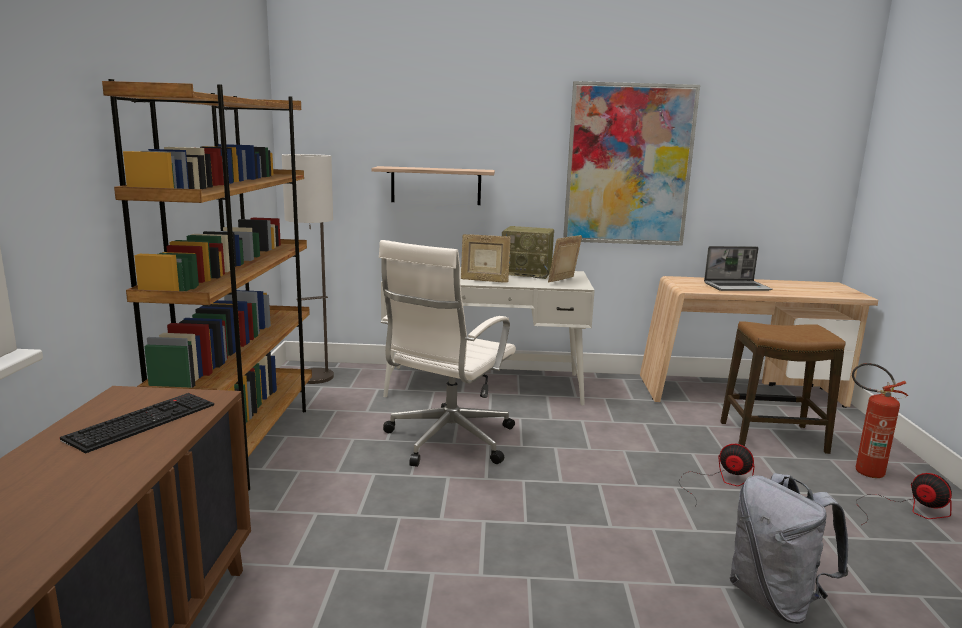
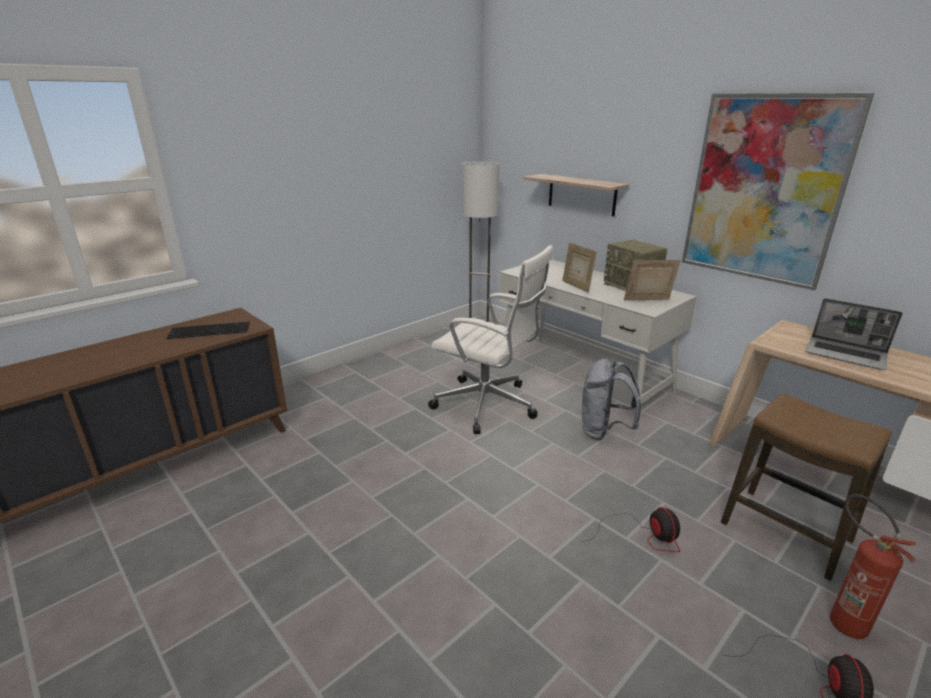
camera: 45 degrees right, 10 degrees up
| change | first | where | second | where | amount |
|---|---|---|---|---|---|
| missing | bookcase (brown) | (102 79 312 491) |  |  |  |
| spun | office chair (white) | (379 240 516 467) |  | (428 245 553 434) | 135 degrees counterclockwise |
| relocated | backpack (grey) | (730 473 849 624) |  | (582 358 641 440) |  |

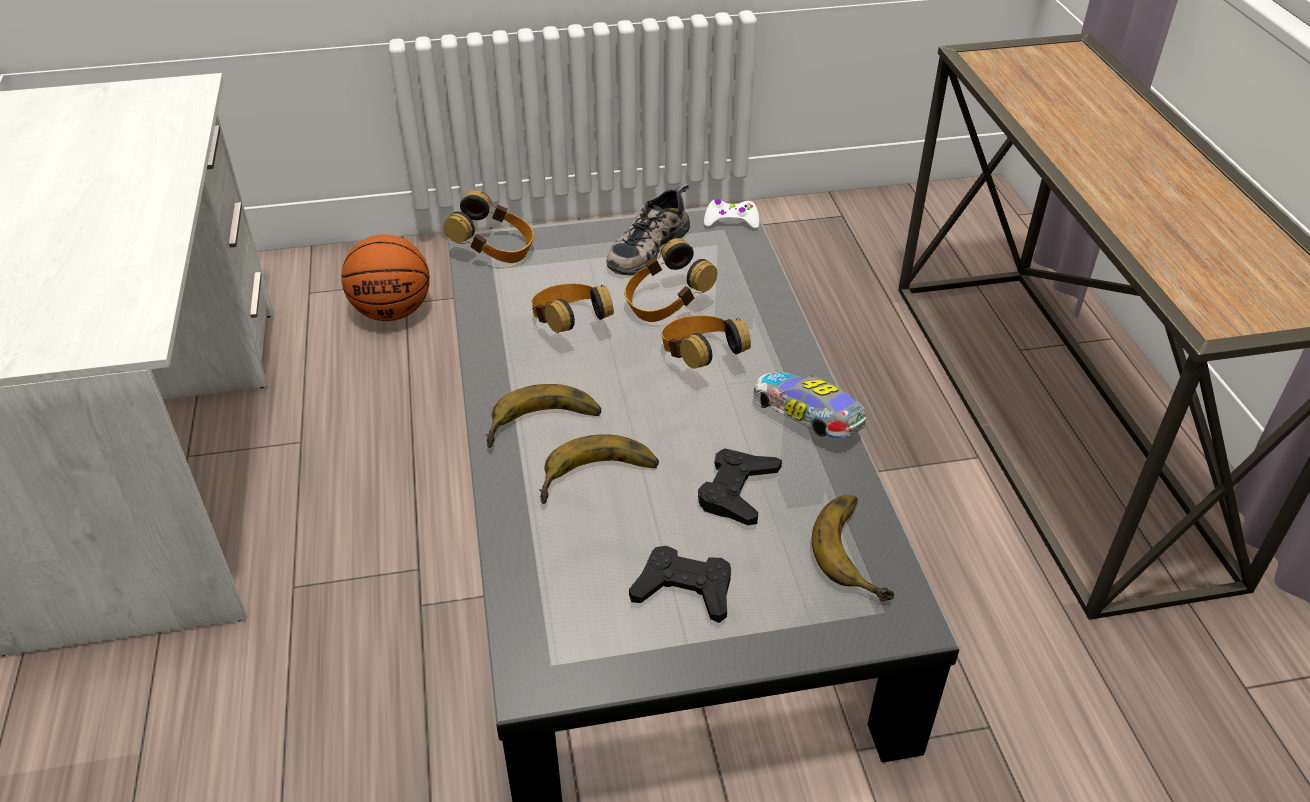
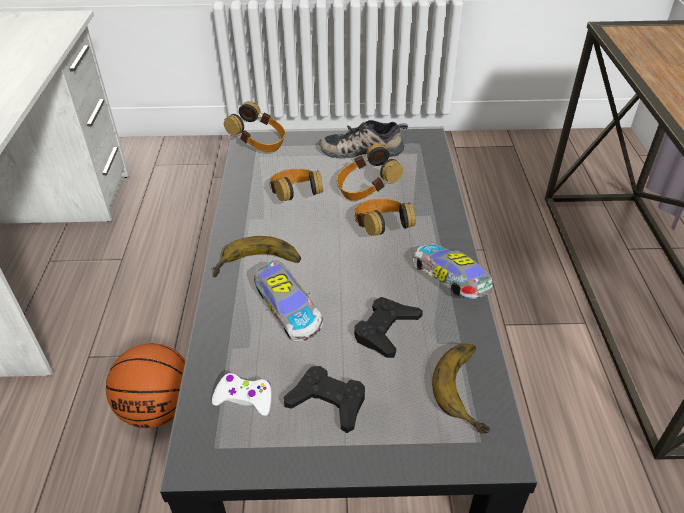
camera: 10 degrees right, 0 degrees up
| change | first | where | second | where | amount |
|---|---|---|---|---|---|
| spun | shoe | (606 184 690 275) |  | (320 120 408 158) | 45 degrees clockwise |
| relocated | game controller (white) | (704 199 759 229) |  | (212 373 272 416) |  |
| relocated | basketball | (341 235 430 321) |  | (106 343 185 428) |  |
| exchanged | banana | (539 434 659 504) | toy car | (254 261 323 341) |  |

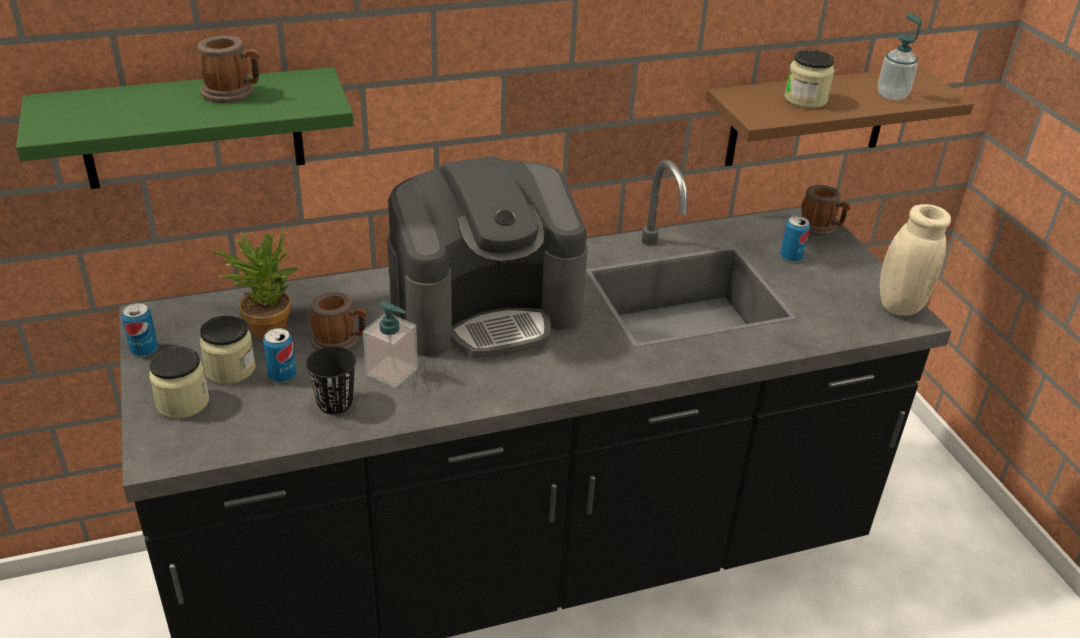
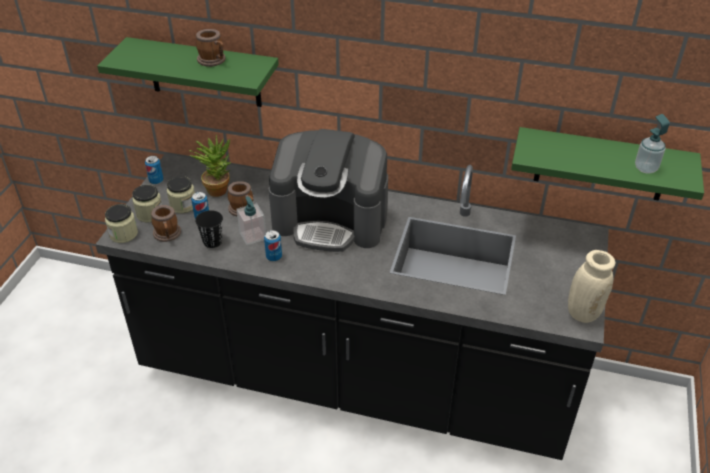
camera: 35 degrees right, 5 degrees up
| change | first | where | second | where | amount |
|---|---|---|---|---|---|
| relocated | jar | (785 49 834 108) |  | (105 204 138 243) |  |
| colour | shelf (brown) | (706 67 974 166) | shelf (green) | (511 127 704 201) |  |
| relocated | mug | (800 185 851 236) |  | (151 205 181 242) |  |
| relocated | can | (780 216 810 262) |  | (264 230 282 261) |  |

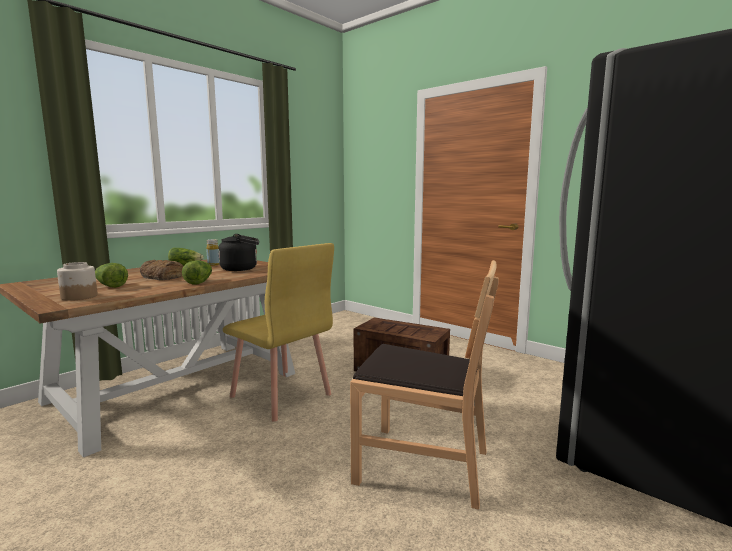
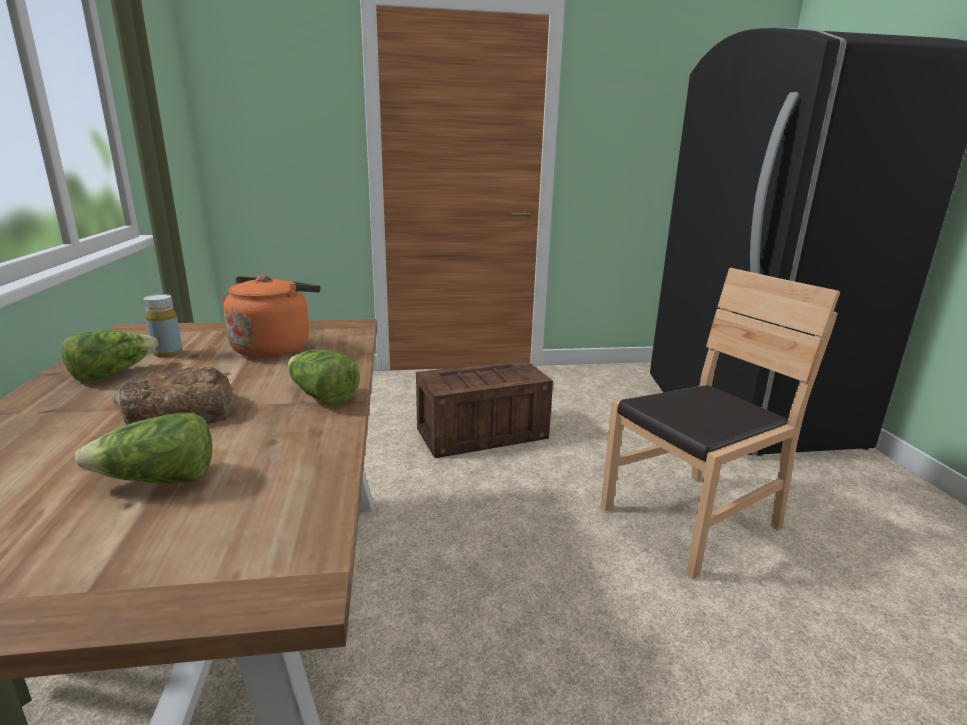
camera: 50 degrees left, 10 degrees up
| change | first | where | second | where | amount |
|---|---|---|---|---|---|
| colour | kettle (black) | (218 234 259 271) | kettle (orange) | (221 275 320 358) |  |
| missing | chair (yellow) | (223 243 334 422) |  |  |  |
| missing | jar | (57 262 98 301) |  |  |  |

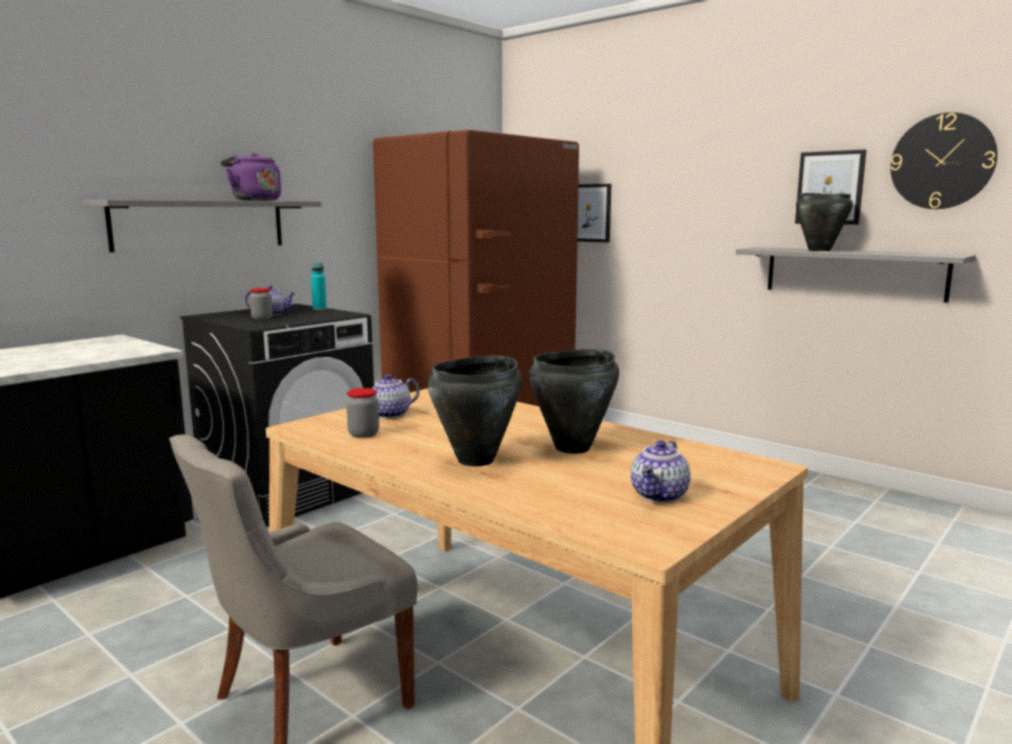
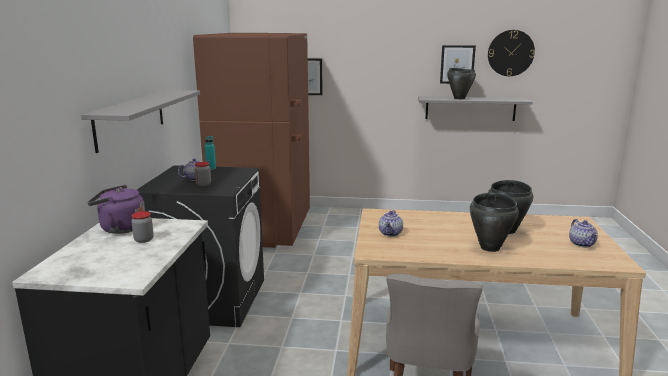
camera: 35 degrees left, 5 degrees up
| change | first | where | second | where | amount |
|---|---|---|---|---|---|
| relocated | kettle (purple) | (220 153 281 201) |  | (87 185 145 234) |  |
| relocated | jar | (346 388 379 438) |  | (131 211 154 243) |  |

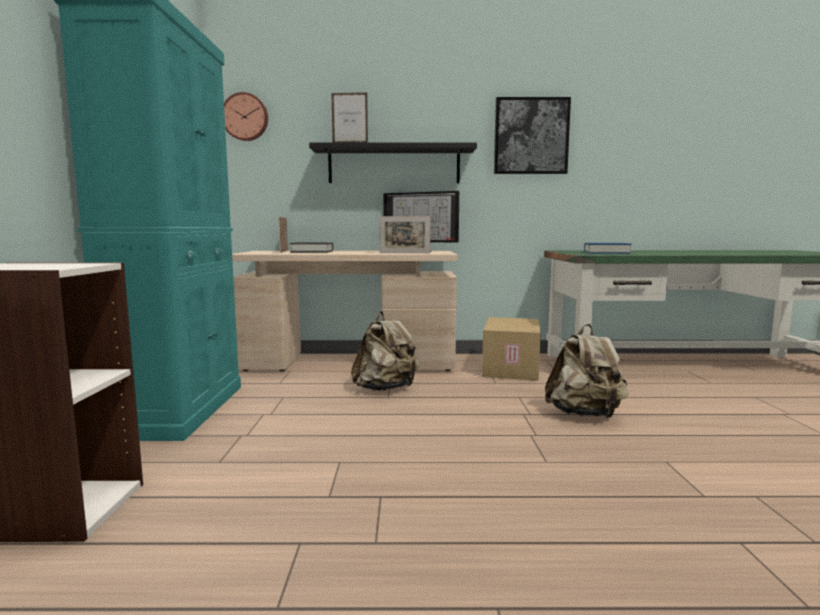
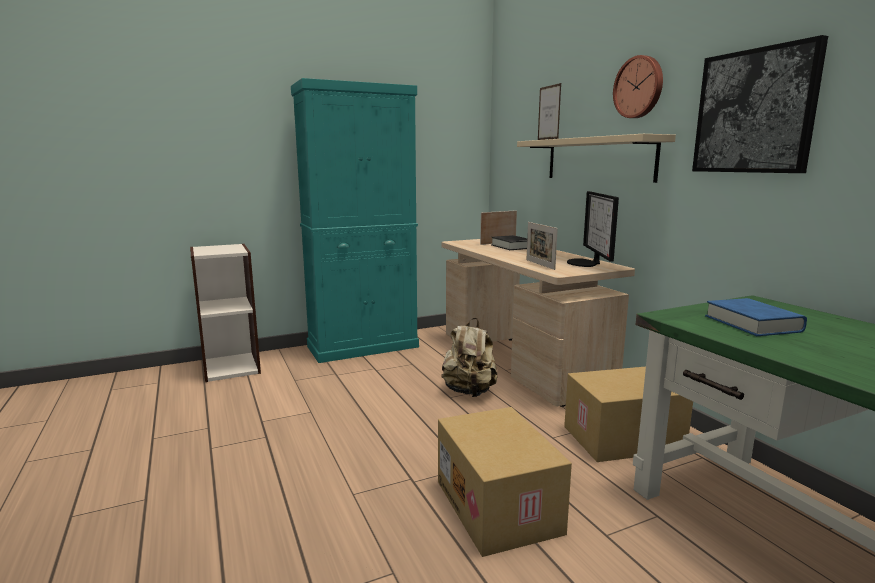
camera: 65 degrees right, 5 degrees up
| change | first | where | second | where | amount |
|---|---|---|---|---|---|
| relocated | wall clock | (224 92 268 141) |  | (613 55 663 118) |  |
| colour | shelf (black) | (309 142 477 183) | shelf (beige) | (517 134 676 183) |  |
| exchanged | backpack (beige) | (545 324 629 418) | cardboard box | (438 407 572 557) |  |

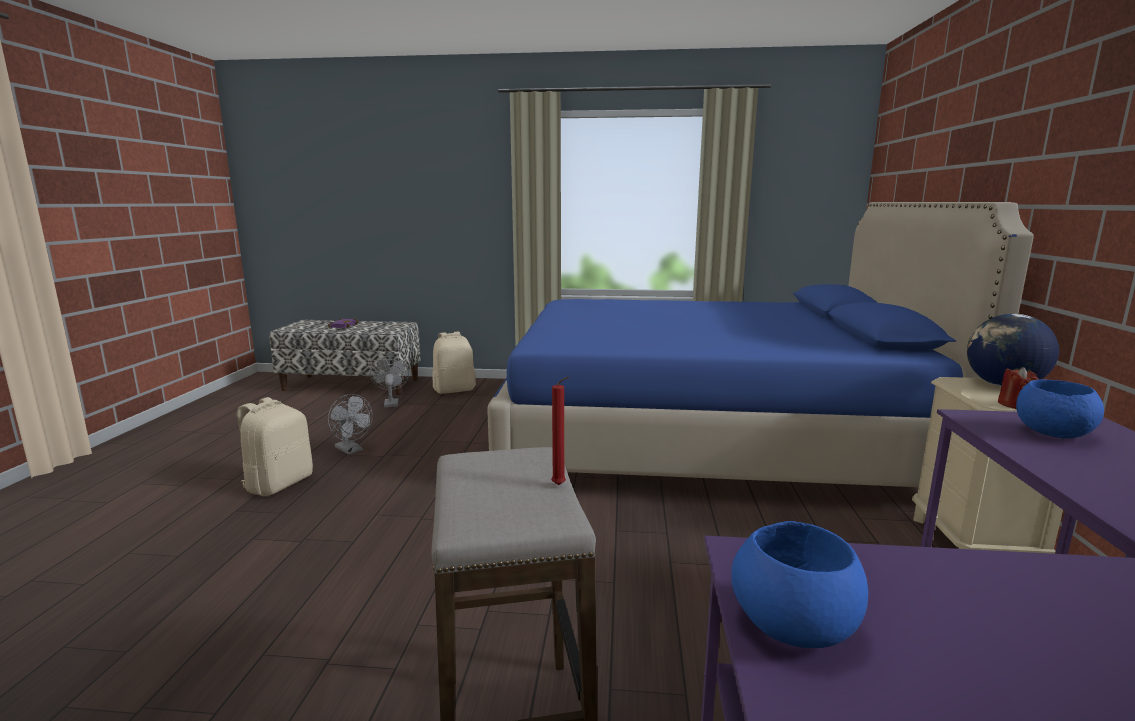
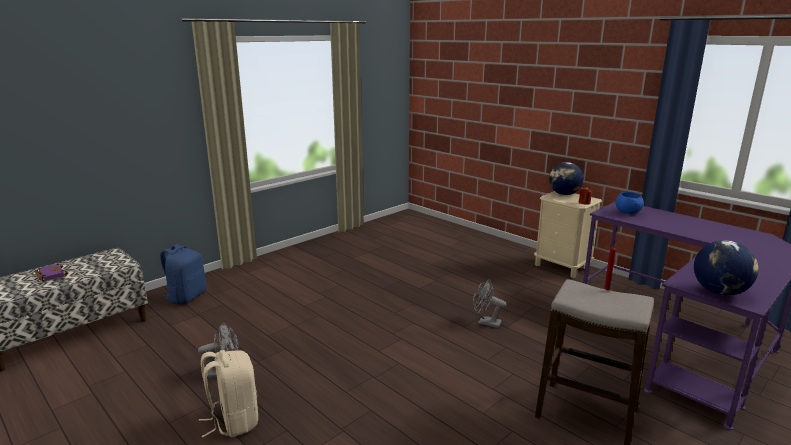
camera: 50 degrees left, 5 degrees up
| change | first | where | second | where | amount |
|---|---|---|---|---|---|
| missing | bed (blue) | (487 202 1034 487) |  |  |  |
| colour | backpack (beige) | (433 332 476 394) | backpack (blue) | (160 244 206 305) |  |
| relocated | fan (grey) | (370 356 409 407) |  | (473 280 506 328) |  |
| exchanged | bowl (blue) | (731 521 868 648) | globe | (694 240 758 296) |  |

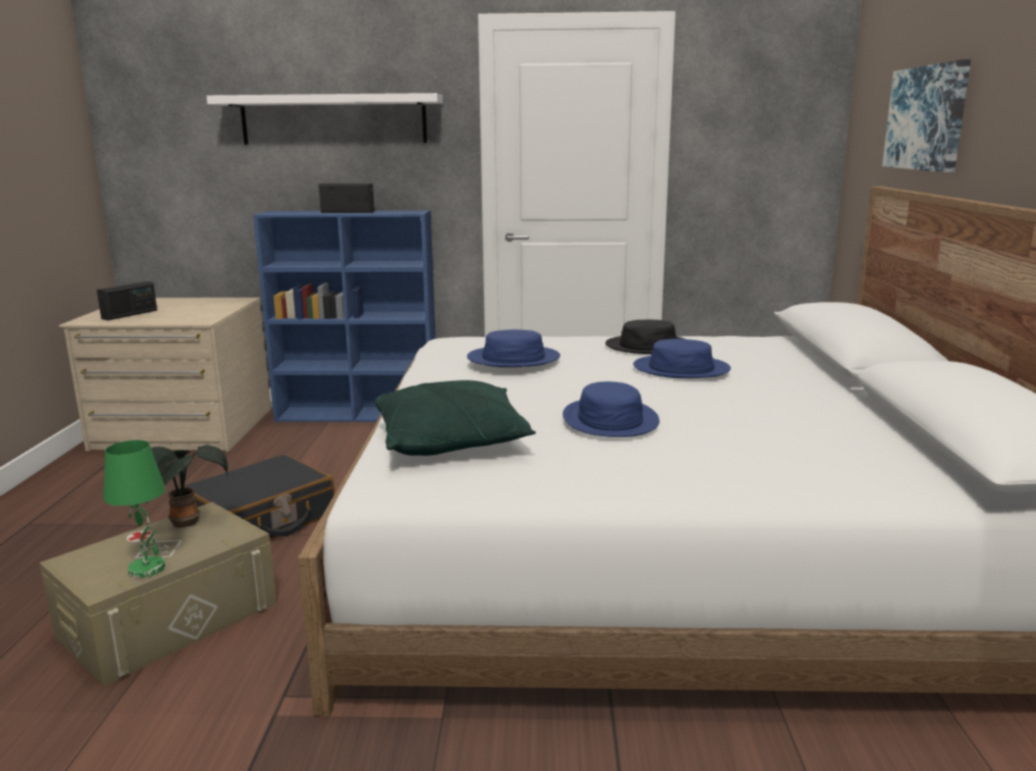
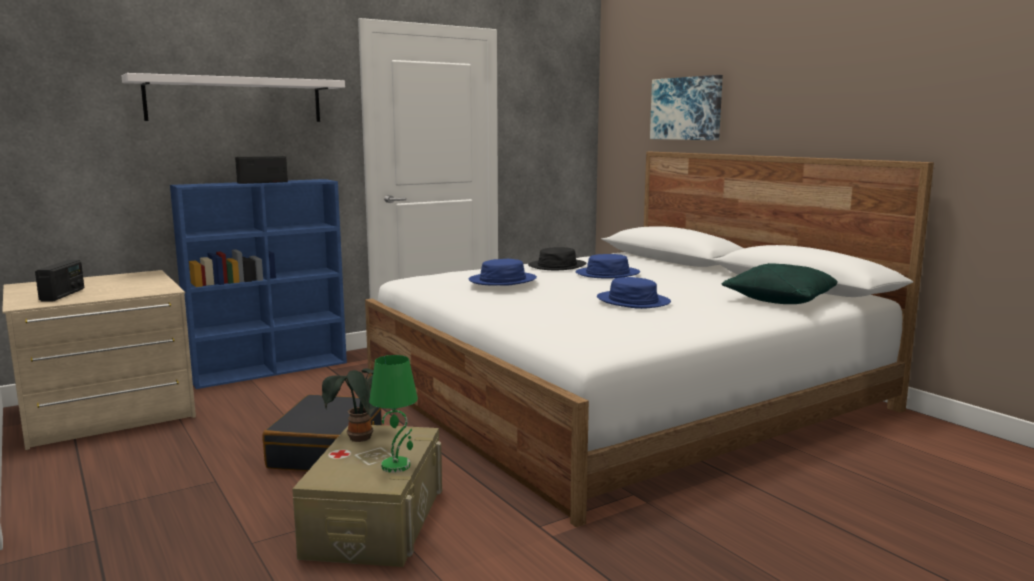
camera: 35 degrees left, 5 degrees down
| change | first | where | second | where | amount |
|---|---|---|---|---|---|
| relocated | pillow (green) | (374 380 536 456) |  | (722 263 838 304) |  |

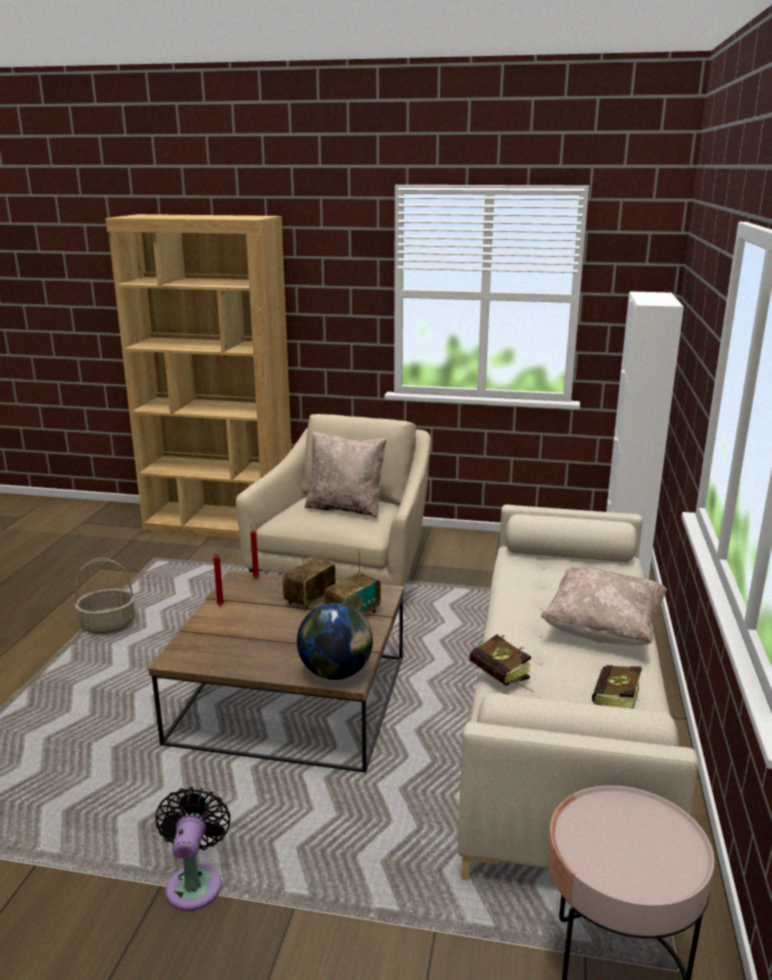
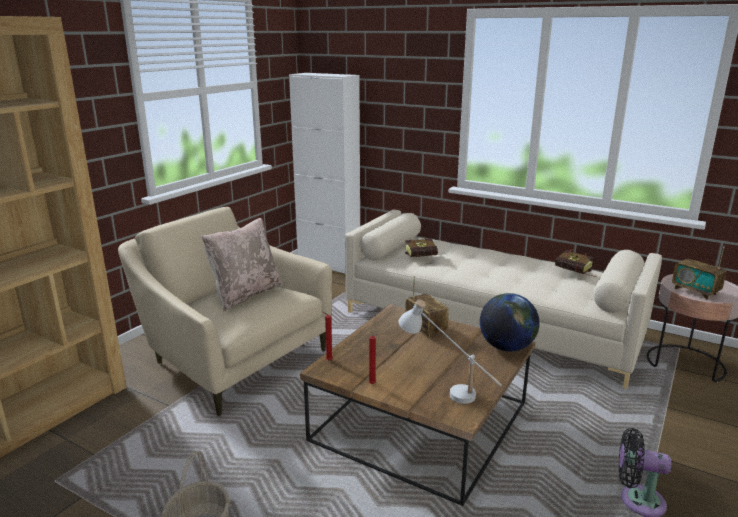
camera: 70 degrees left, 0 degrees up
| change | first | where | second | where | amount |
|---|---|---|---|---|---|
| relocated | radio | (283 550 336 611) |  | (672 246 726 300) |  |
| missing | pillow (beige) | (540 567 667 646) |  |  |  |
| relocated | book | (470 634 533 693) |  | (405 237 439 257) |  |
| appeared |  |  | table lamp (white) | (398 299 502 404) |  |

